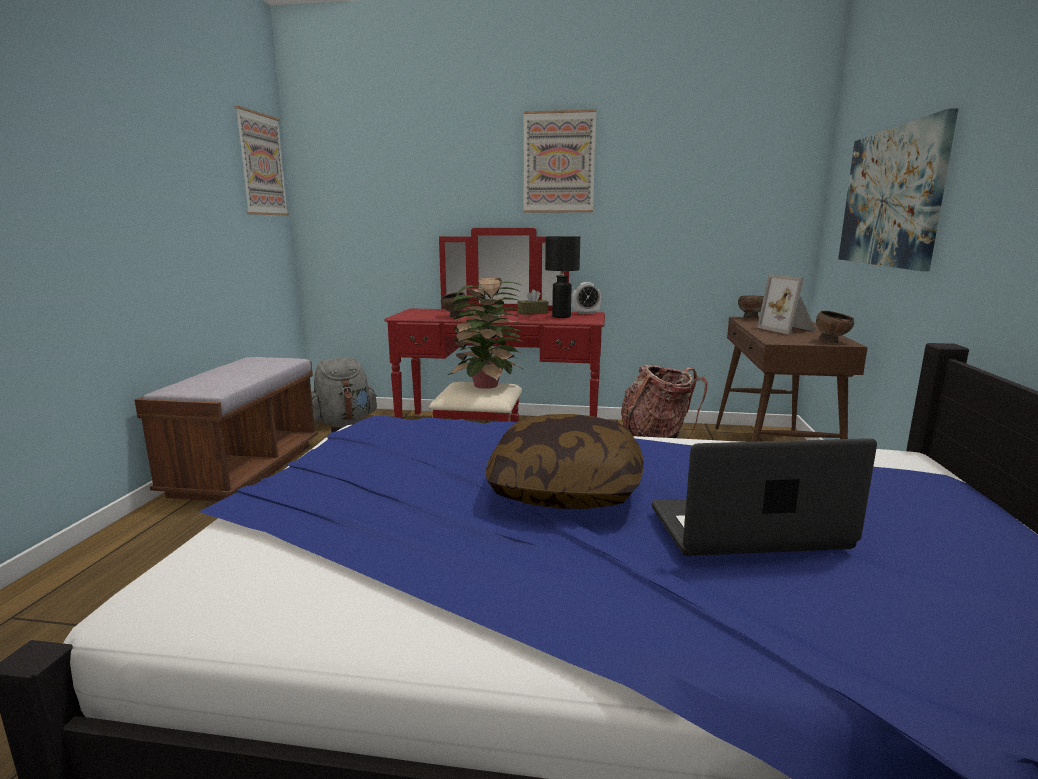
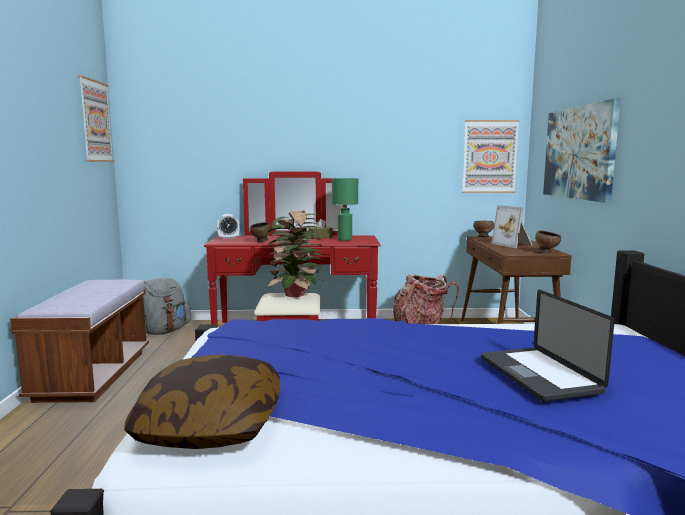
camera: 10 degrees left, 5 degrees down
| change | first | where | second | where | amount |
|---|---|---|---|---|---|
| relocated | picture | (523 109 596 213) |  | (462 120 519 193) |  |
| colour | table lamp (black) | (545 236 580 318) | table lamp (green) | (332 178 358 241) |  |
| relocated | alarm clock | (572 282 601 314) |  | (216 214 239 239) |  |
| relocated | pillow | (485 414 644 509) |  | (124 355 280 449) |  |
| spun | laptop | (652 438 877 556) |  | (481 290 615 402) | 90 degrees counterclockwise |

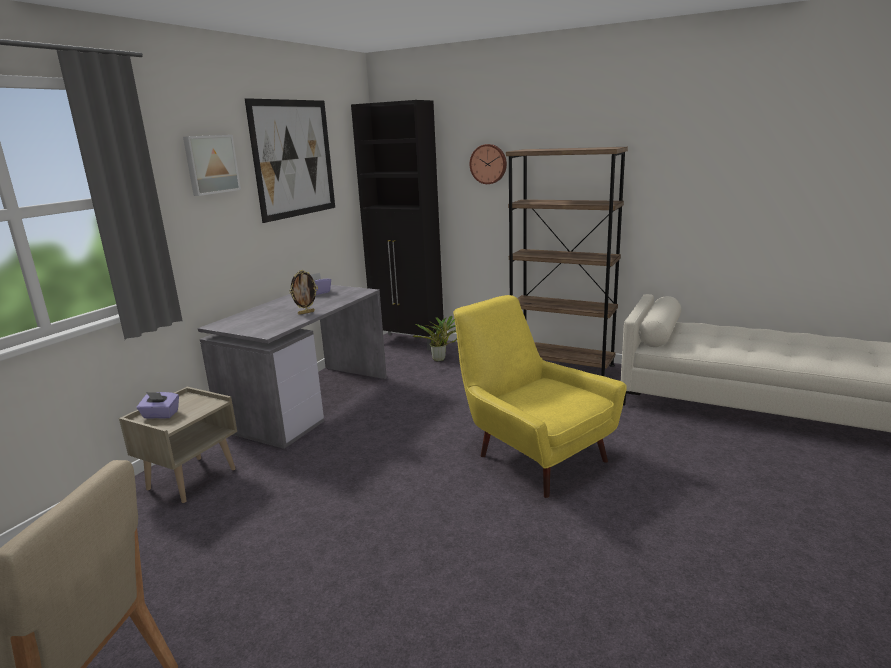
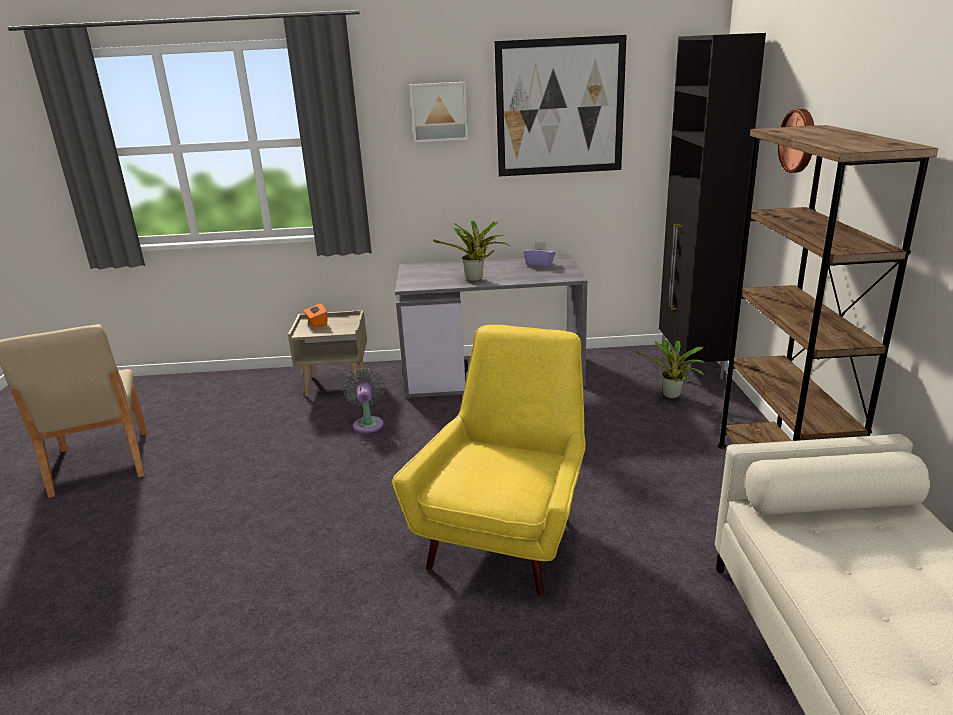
camera: 60 degrees right, 5 degrees up
| change | first | where | second | where | amount |
|---|---|---|---|---|---|
| exchanged | picture frame | (289 270 318 315) | potted plant | (433 221 508 281) |  |
| colour | tissue box (purple) | (137 392 179 419) | tissue box (orange) | (304 304 328 328) |  |
| appeared |  |  | fan (grey) | (343 368 385 433) |  |

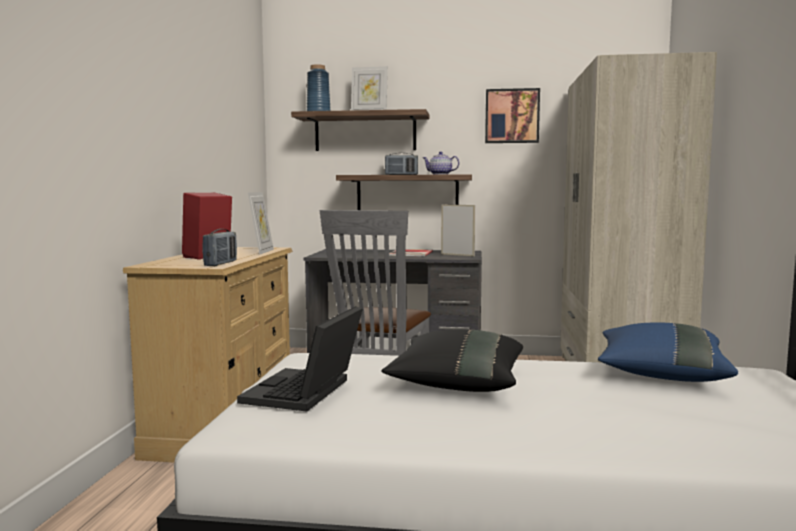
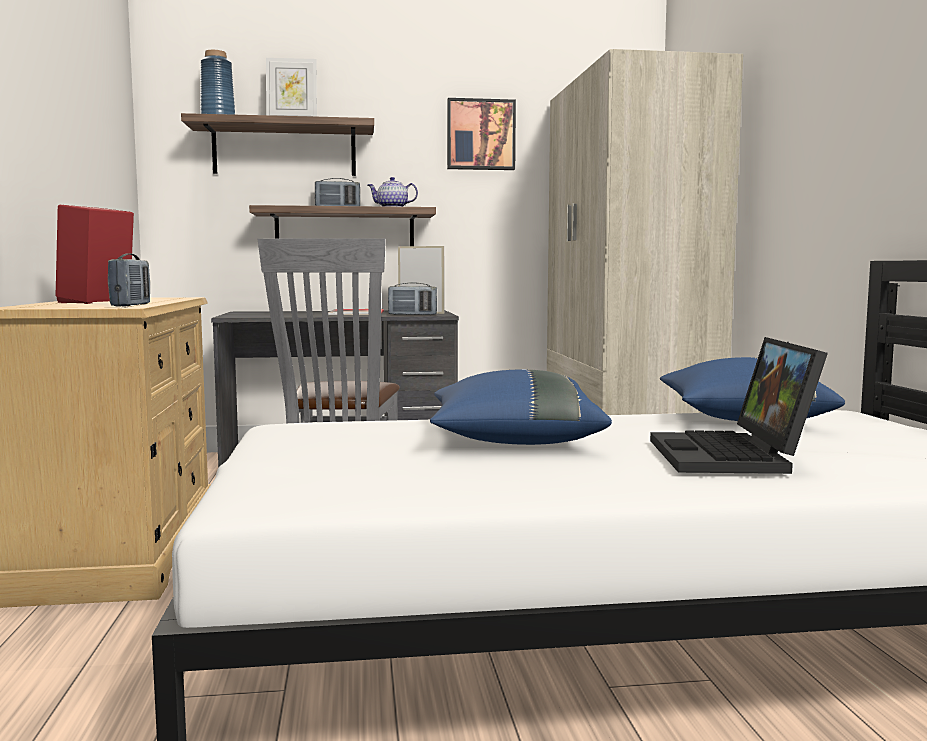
camera: 15 degrees left, 0 degrees up
| change | first | where | second | where | amount |
|---|---|---|---|---|---|
| missing | picture frame | (248 192 274 255) |  |  |  |
| relocated | laptop | (237 306 362 412) |  | (650 337 828 474) |  |
| colour | pillow (black) | (381 329 523 392) | pillow (blue) | (430 369 612 445) |  |
| appeared |  |  | radio | (388 283 437 315) |  |

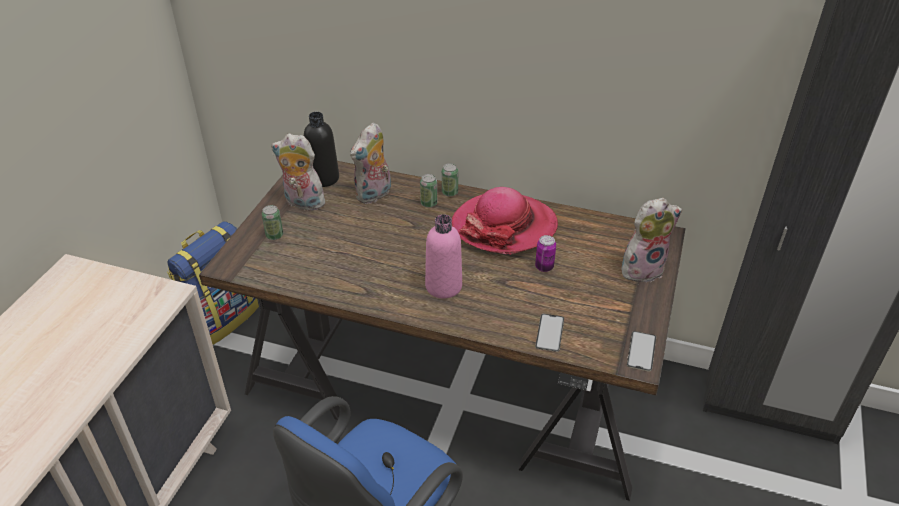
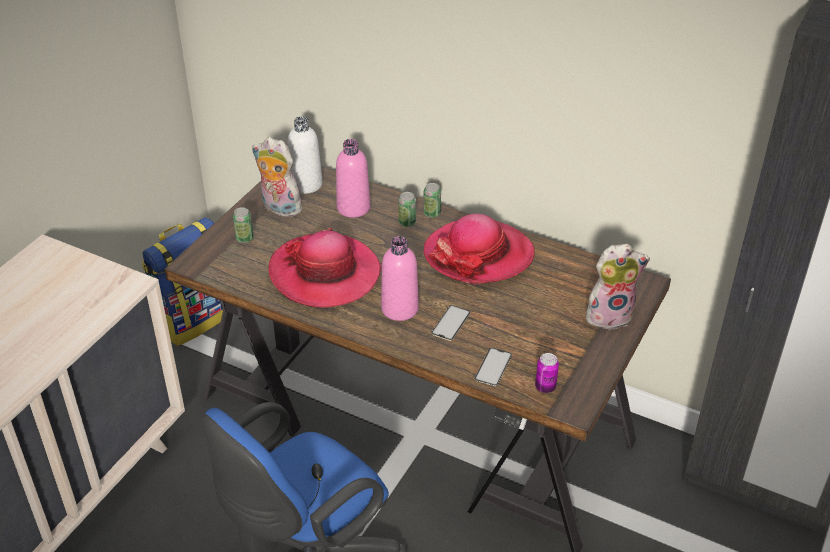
camera: 10 degrees right, 0 degrees up
| change | first | where | second | where | amount |
|---|---|---|---|---|---|
| colour | bottle (black) | (304 112 339 187) | bottle (white) | (288 116 323 194) |  |
| exchanged | plush toy | (350 123 391 204) | bottle (pink) | (336 139 370 218) |  |
| relocated | can | (535 235 556 272) |  | (535 353 559 393) |  |
| relocated | phone | (627 331 656 372) |  | (431 305 470 341) |  |
| appeared |  |  | hat | (268 228 382 308) |  |

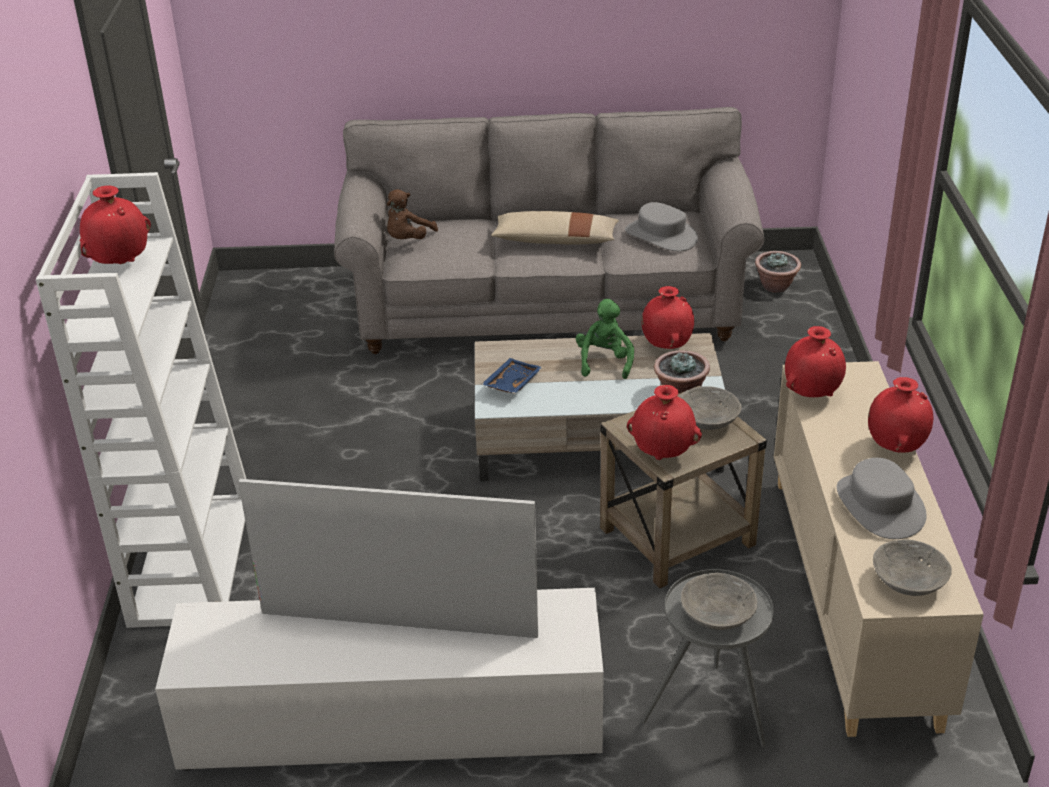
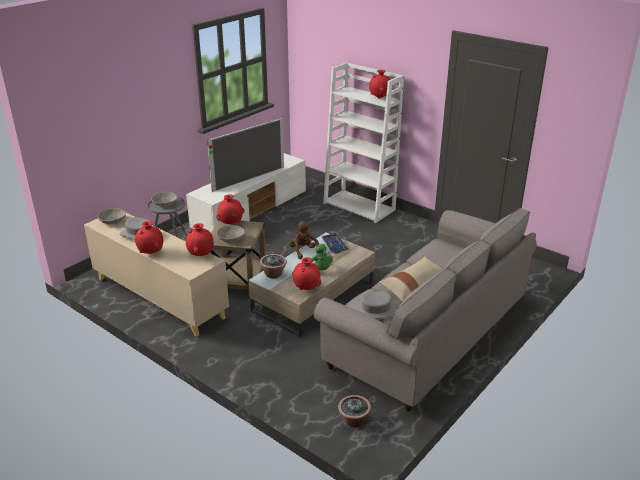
camera: 130 degrees right, 5 degrees down
| change | first | where | second | where | amount |
|---|---|---|---|---|---|
| relocated | plush toy (brown) | (387 189 438 239) |  | (289 221 319 259) |  |

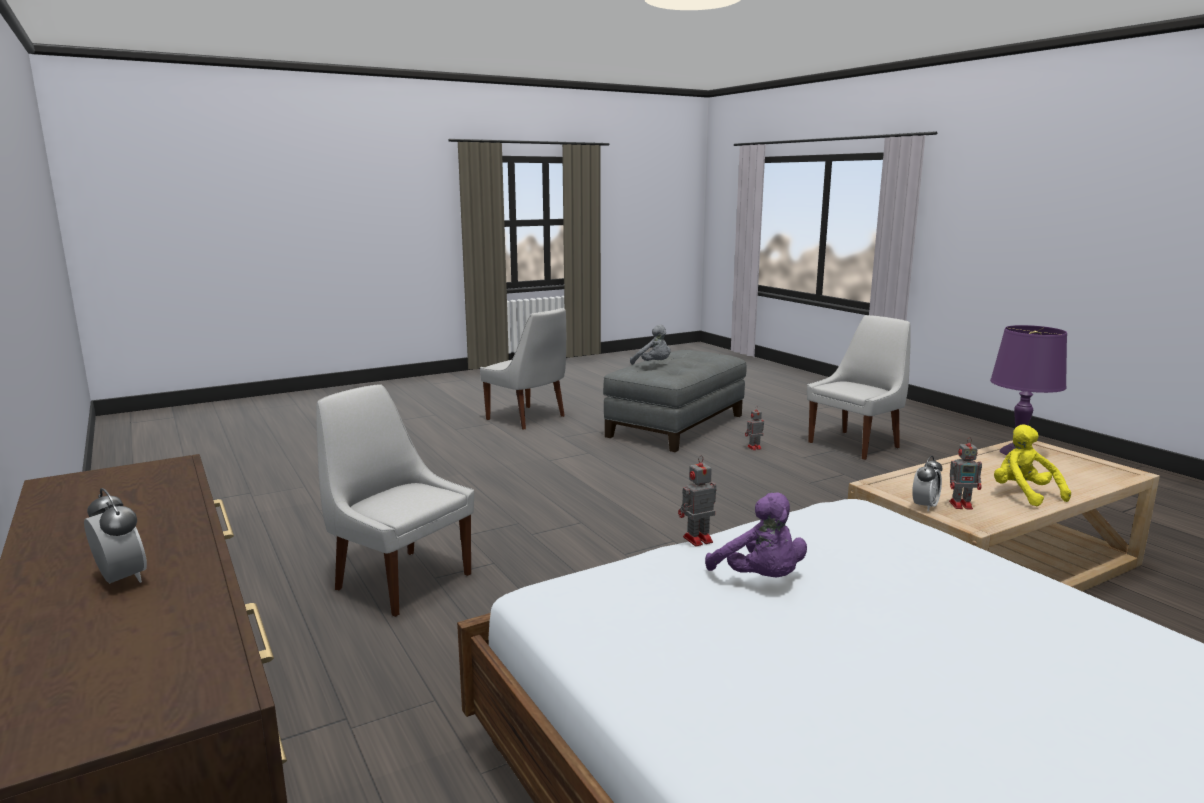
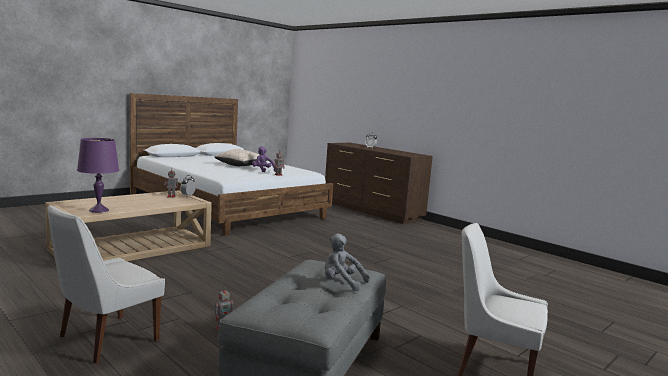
camera: 165 degrees right, 5 degrees down
| change | first | where | second | where | amount |
|---|---|---|---|---|---|
| missing | chair (white) | (316 384 474 617) |  |  |  |
| missing | plush toy (yellow) | (994 424 1071 506) |  |  |  |
| appeared |  |  | pillow (beige) | (215 149 267 166) |  |

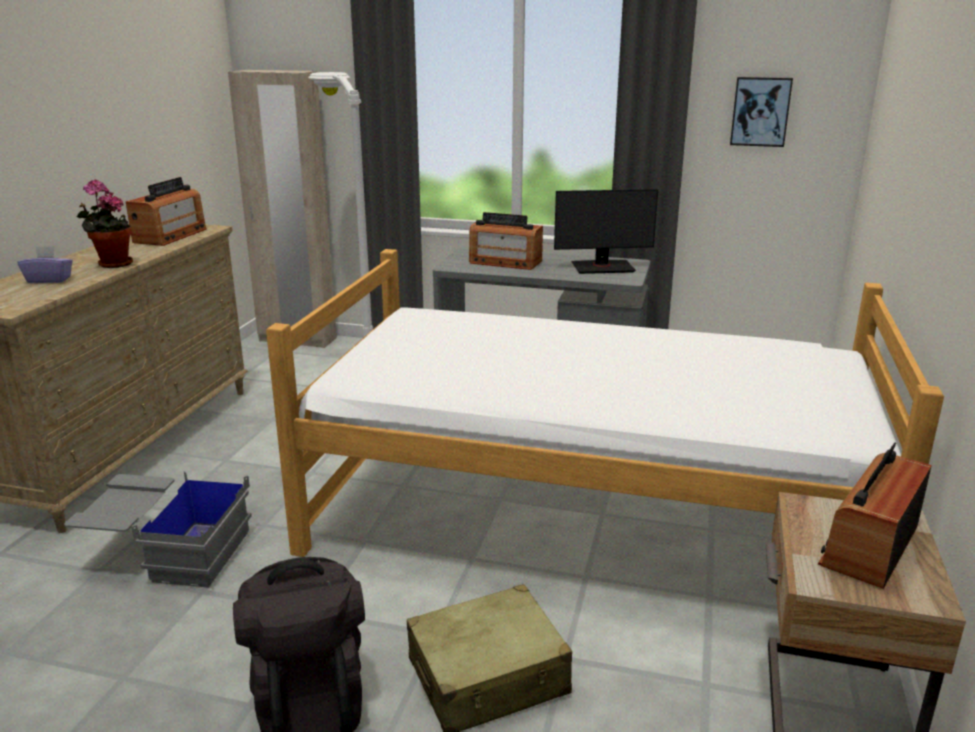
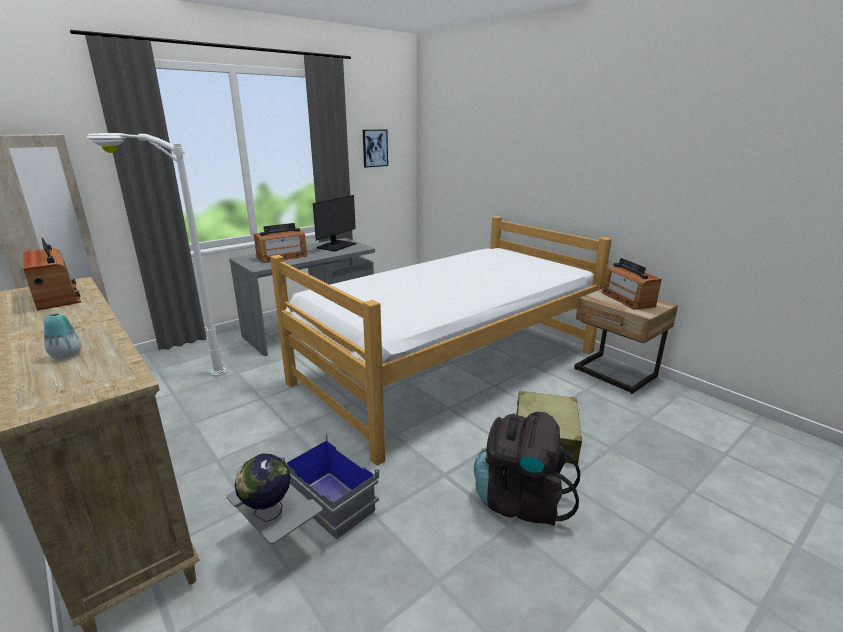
camera: 55 degrees left, 0 degrees up
| change | first | where | second | where | amount |
|---|---|---|---|---|---|
| missing | potted plant | (77 179 133 268) |  |  |  |
| exchanged | tissue box (purple) | (17 246 73 283) | vase | (44 313 81 359) |  |
| appeared |  |  | globe | (235 454 291 522) |  |

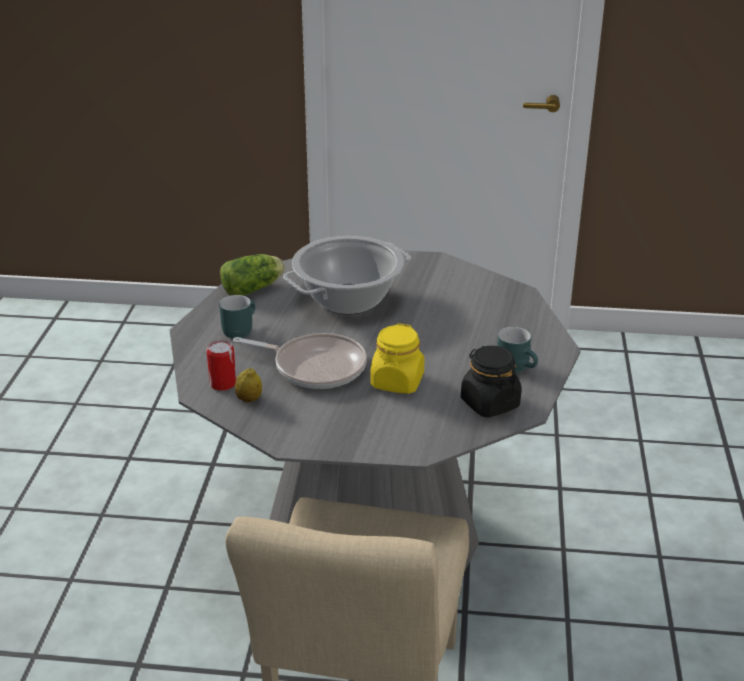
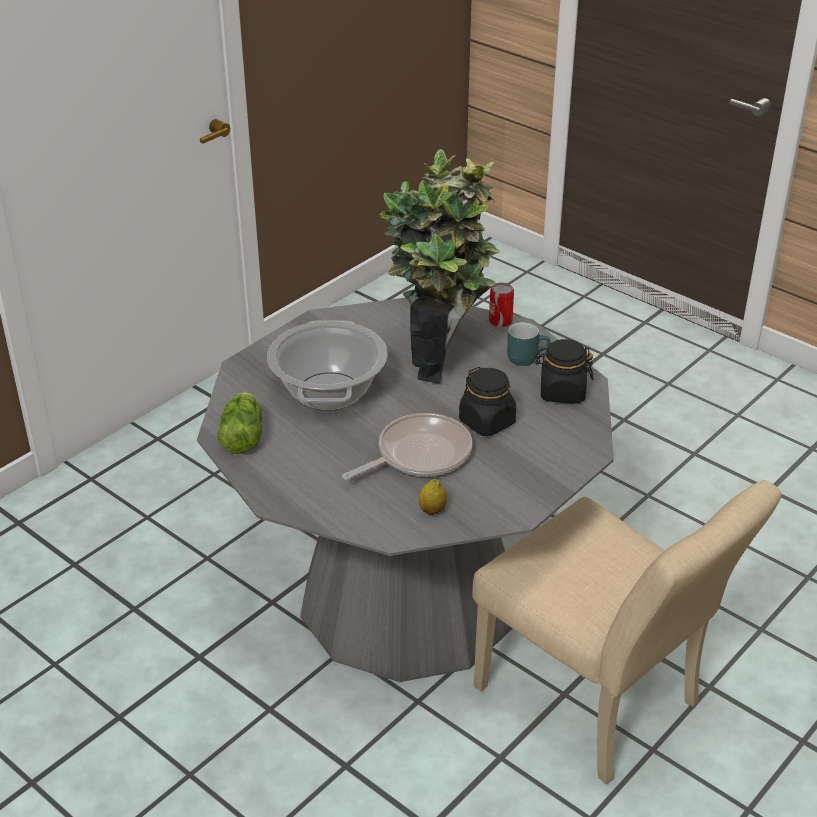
camera: 55 degrees left, 5 degrees up
| change | first | where | second | where | amount |
|---|---|---|---|---|---|
| missing | mug (turquoise) | (219 295 256 339) |  |  |  |
| colour | jar (yellow) | (370 323 424 394) | jar (black) | (459 367 516 436) |  |
| relocated | can | (206 340 236 391) |  | (489 283 514 327) |  |
| appeared |  |  | potted plant | (380 149 500 384) |  |

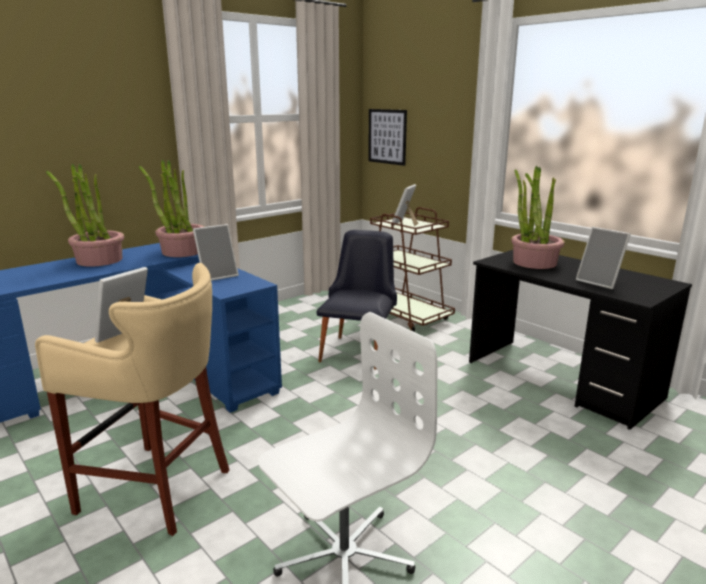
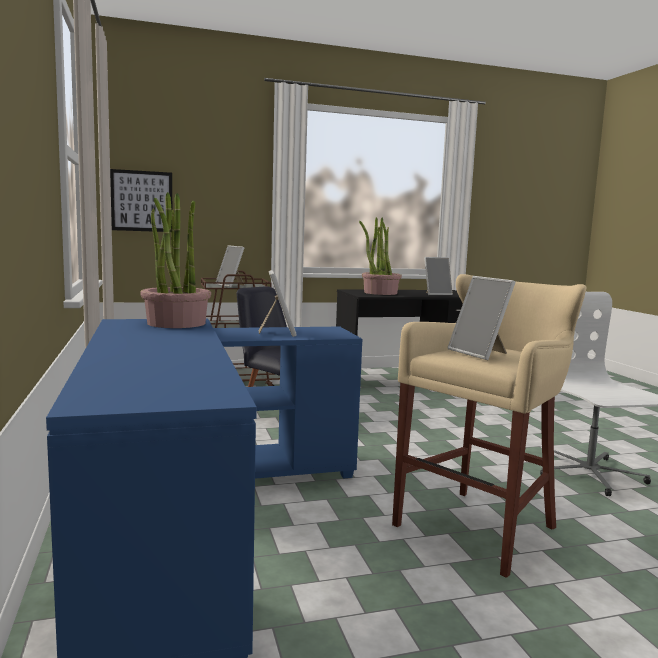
camera: 65 degrees left, 10 degrees down
| change | first | where | second | where | amount |
|---|---|---|---|---|---|
| missing | potted plant | (46 164 124 267) |  |  |  |

